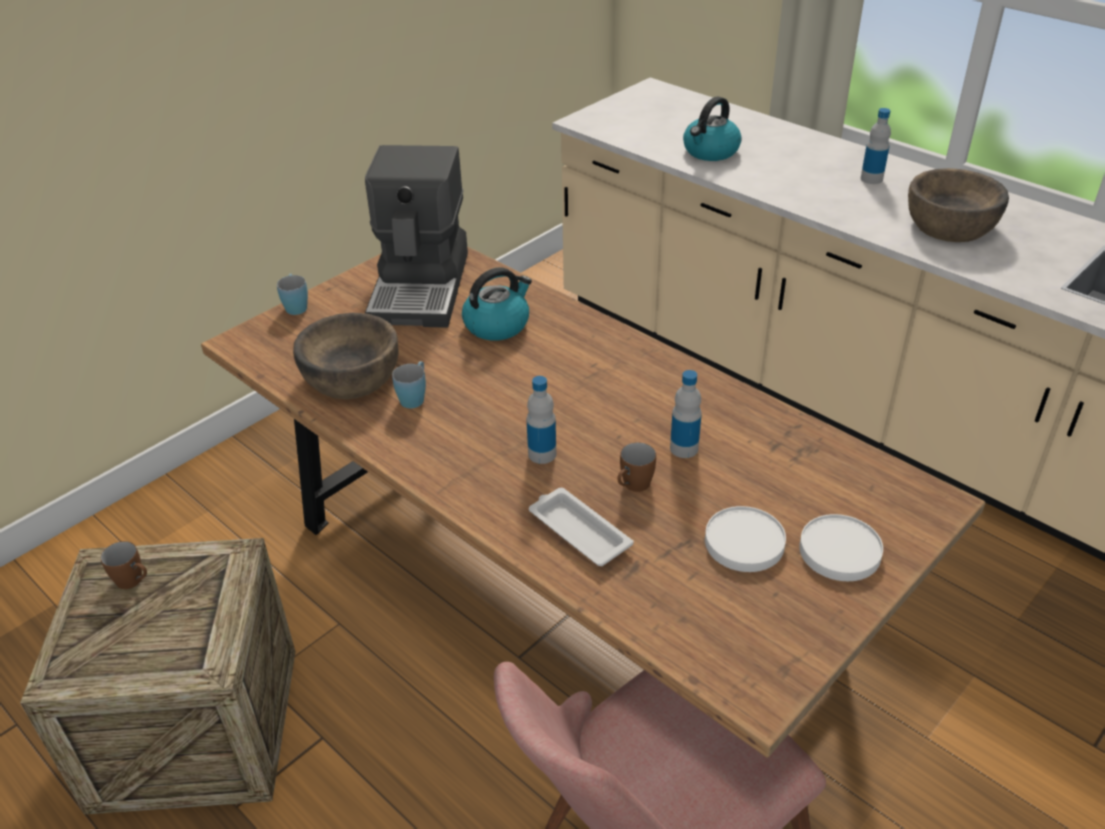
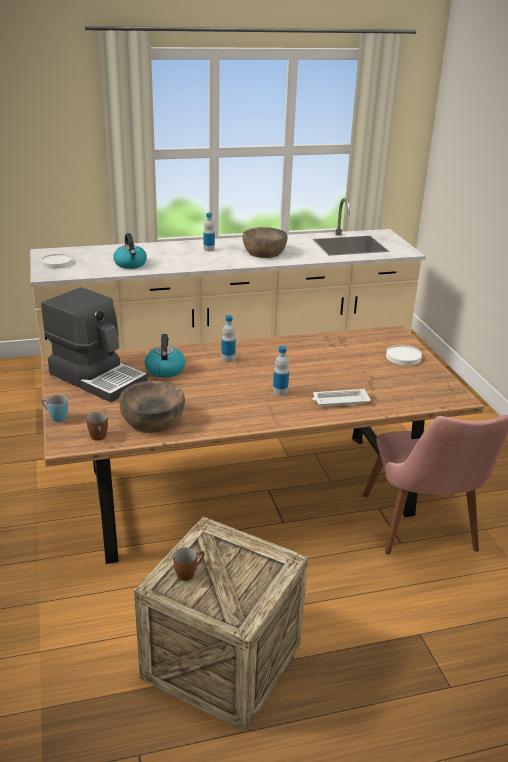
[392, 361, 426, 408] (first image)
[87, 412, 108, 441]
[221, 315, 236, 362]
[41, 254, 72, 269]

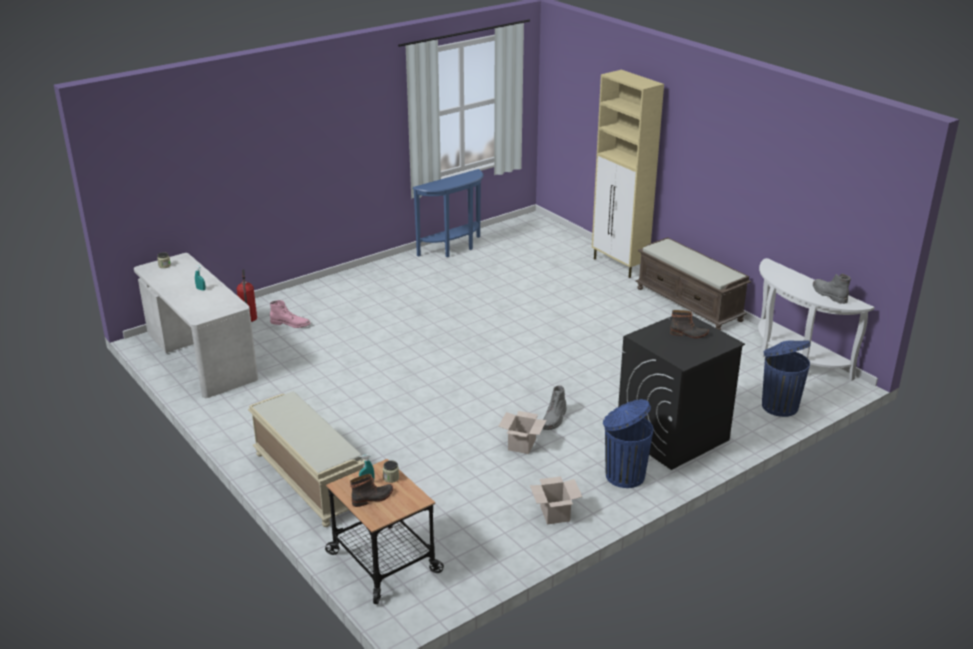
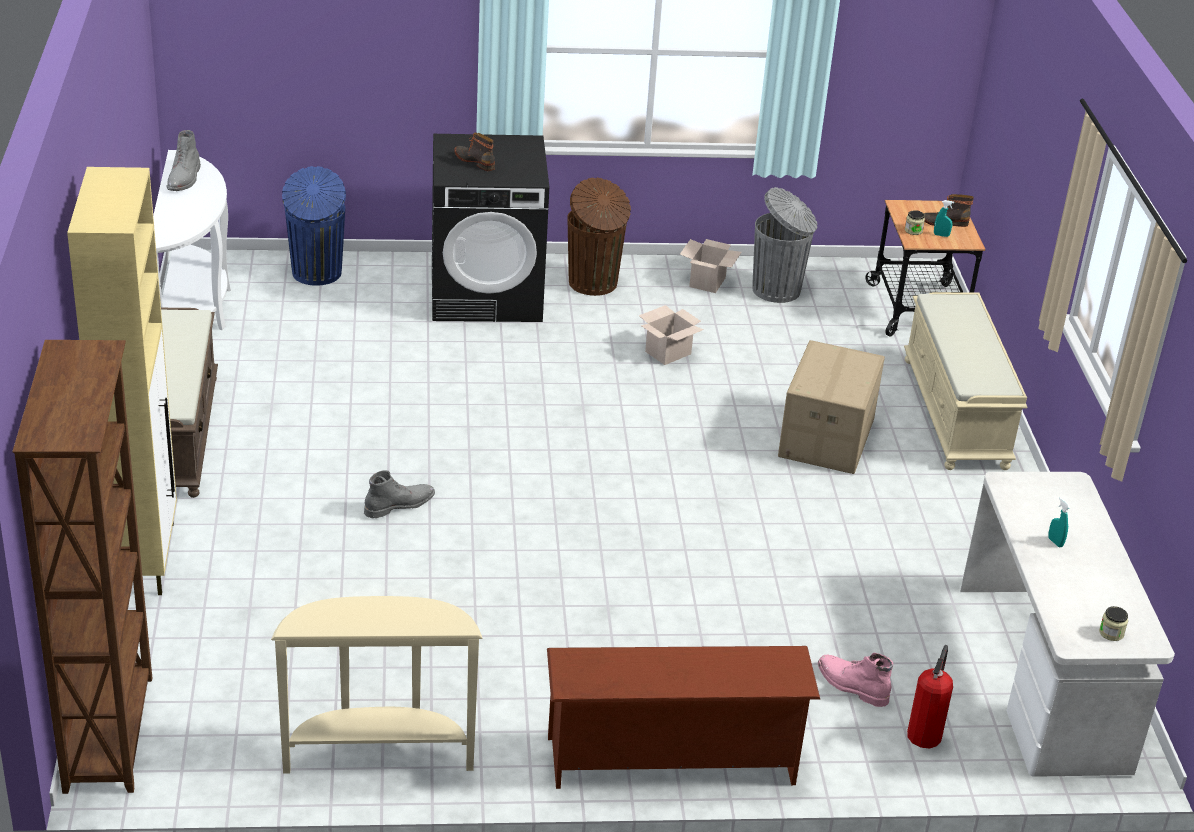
[12, 340, 152, 794]
[547, 646, 820, 789]
[752, 187, 818, 303]
[778, 340, 885, 474]
[364, 470, 435, 519]
[271, 596, 482, 773]
[567, 178, 631, 296]

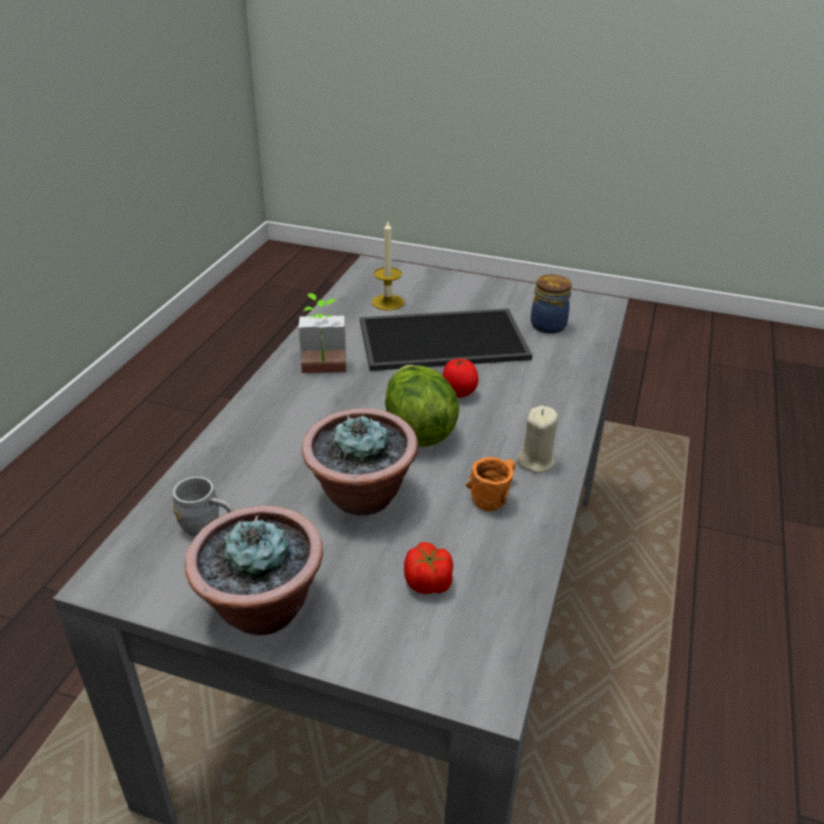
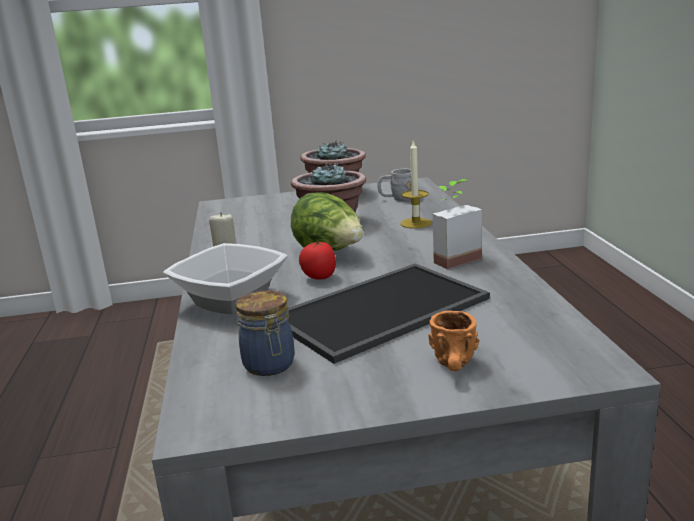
[404, 542, 453, 594] (first image)
[163, 243, 288, 314]
[400, 141, 432, 228]
[429, 310, 479, 371]

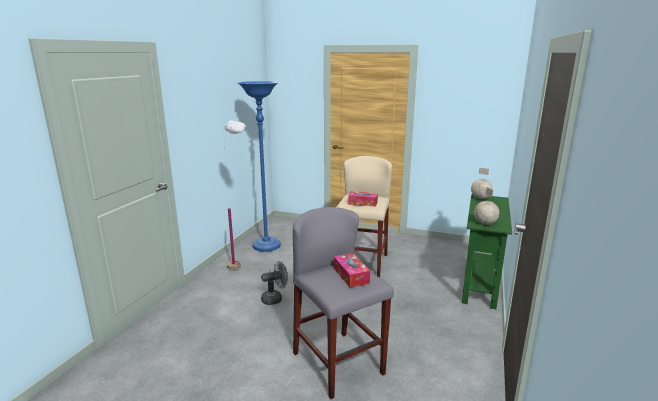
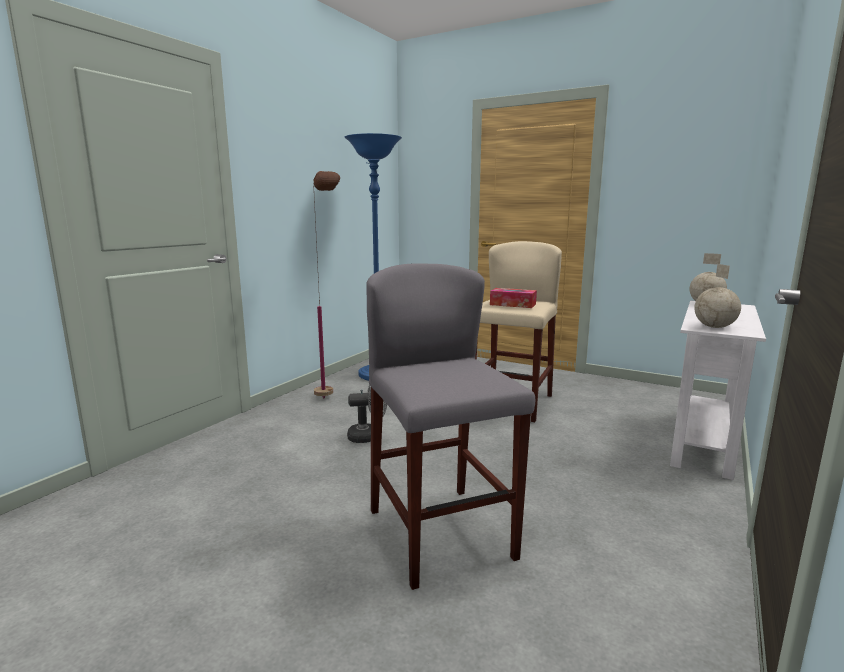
[334, 253, 370, 288] (first image)
[313, 171, 340, 398]
[670, 300, 766, 480]

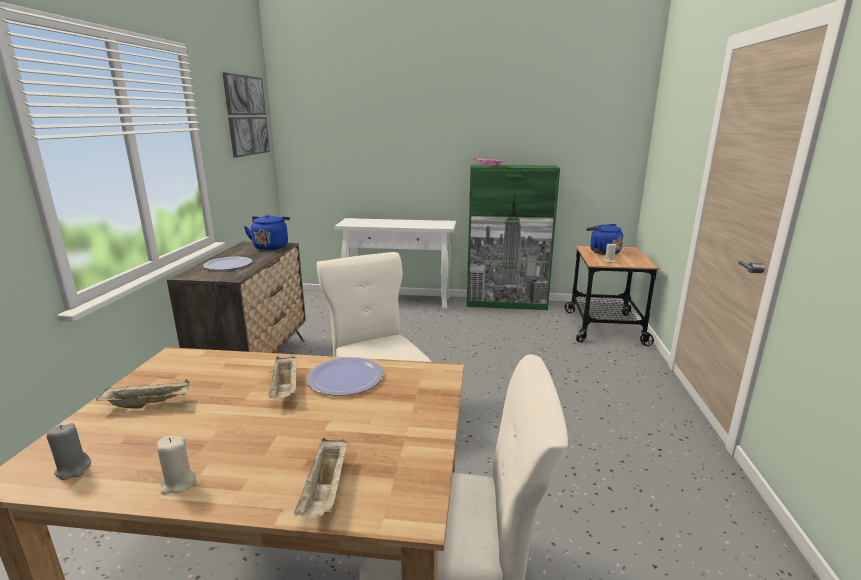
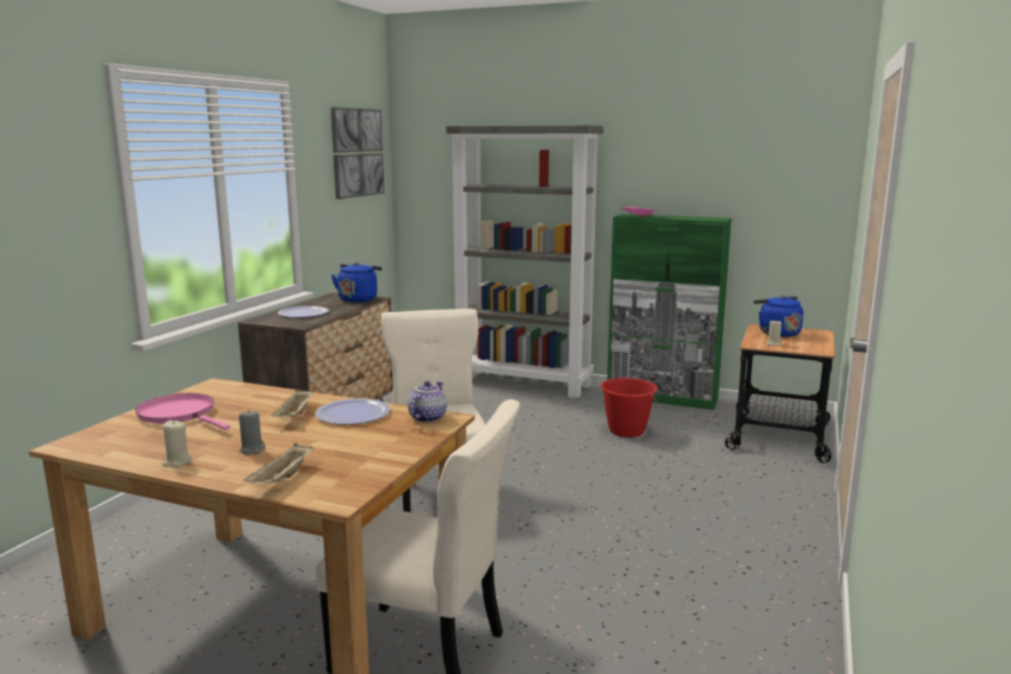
[408, 381, 447, 422]
[601, 378, 657, 437]
[239, 410, 265, 455]
[135, 393, 230, 430]
[446, 125, 603, 398]

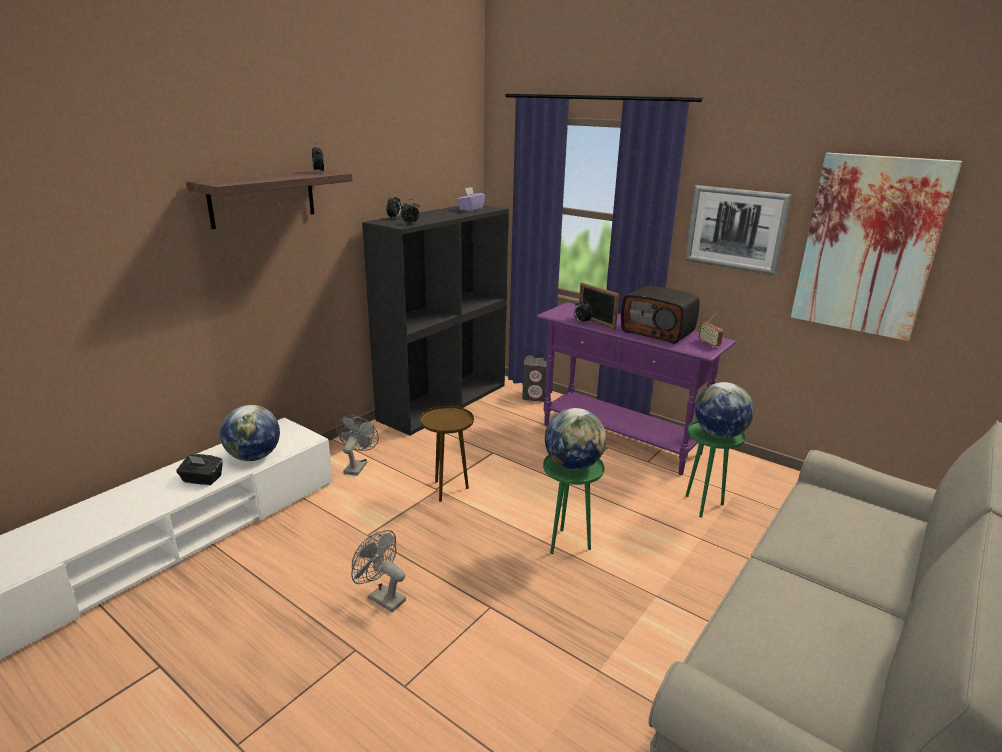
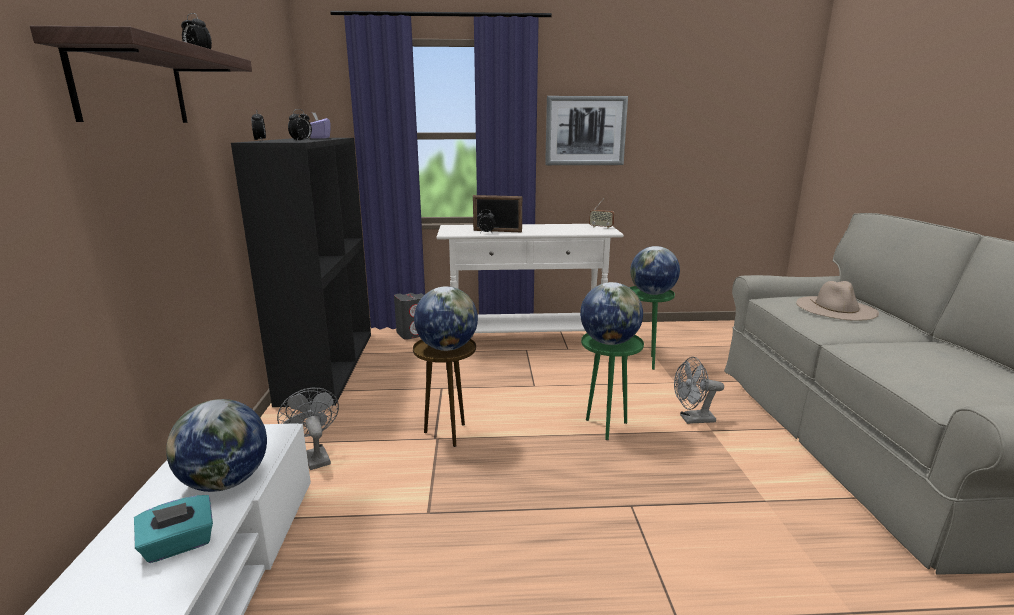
[621, 286, 700, 344] (first image)
[791, 153, 962, 341] (first image)
[414, 286, 478, 351]
[796, 281, 879, 320]
[674, 357, 724, 424]
[134, 495, 213, 563]
[436, 224, 624, 333]

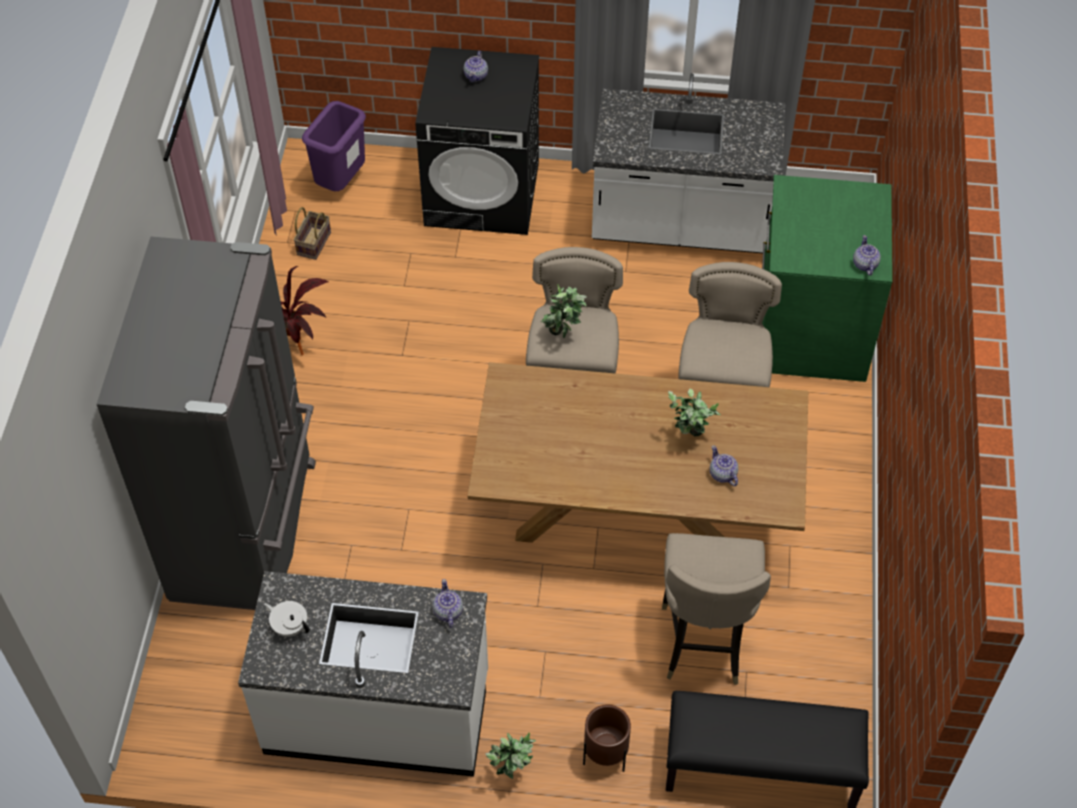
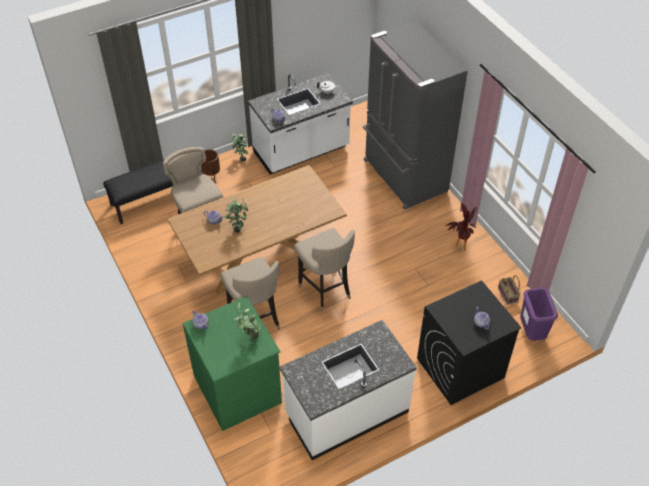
[233, 302, 262, 339]

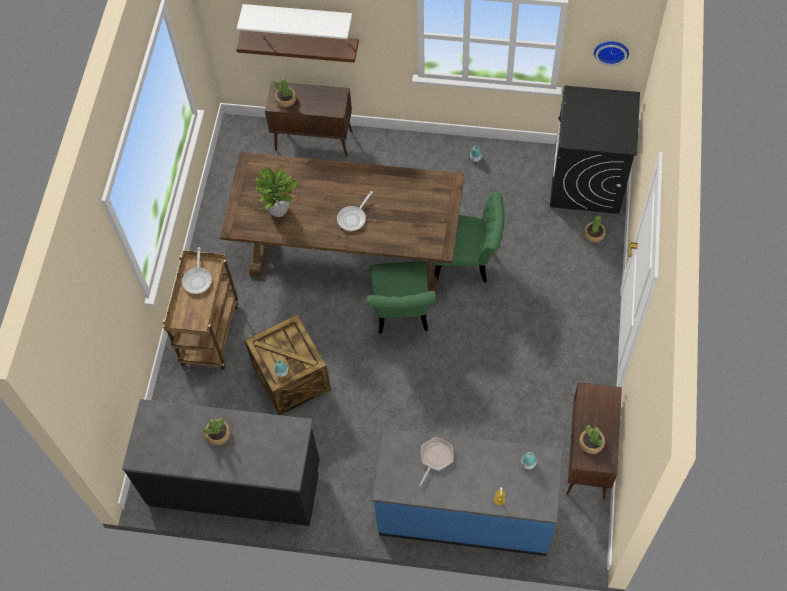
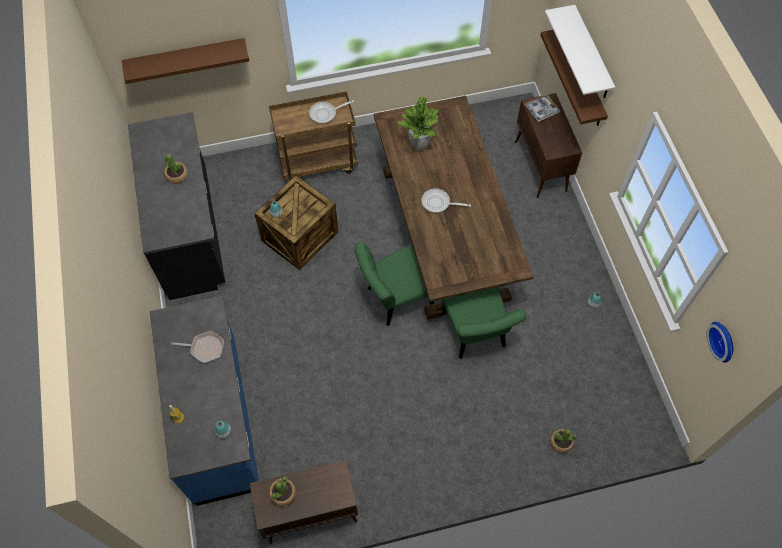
[550, 86, 640, 214] (first image)
[122, 38, 249, 84]
[524, 94, 560, 122]

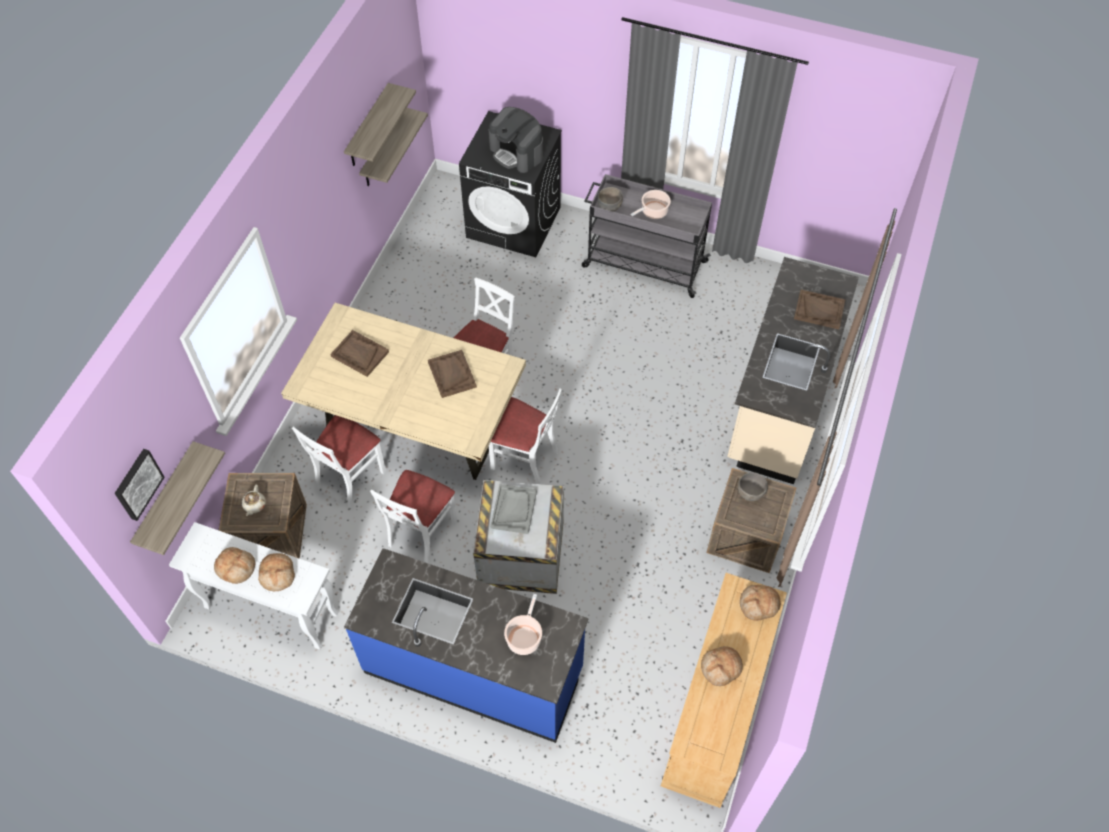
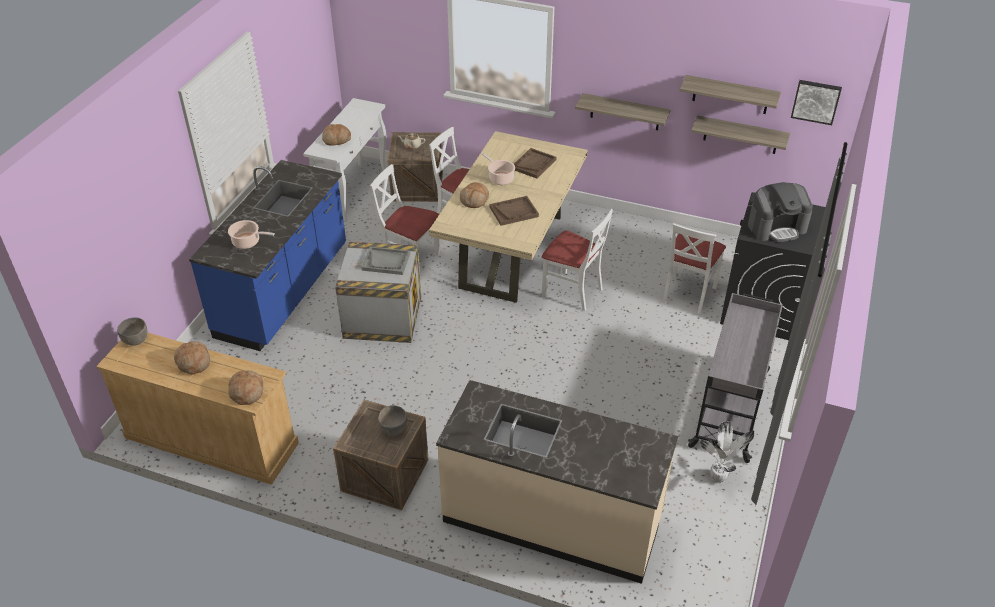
[794, 290, 845, 329] (first image)
[700, 421, 754, 483]
[791, 80, 842, 125]
[575, 93, 671, 130]
[460, 182, 489, 208]
[663, 223, 726, 314]
[117, 317, 147, 346]
[482, 153, 515, 185]
[748, 182, 813, 242]

